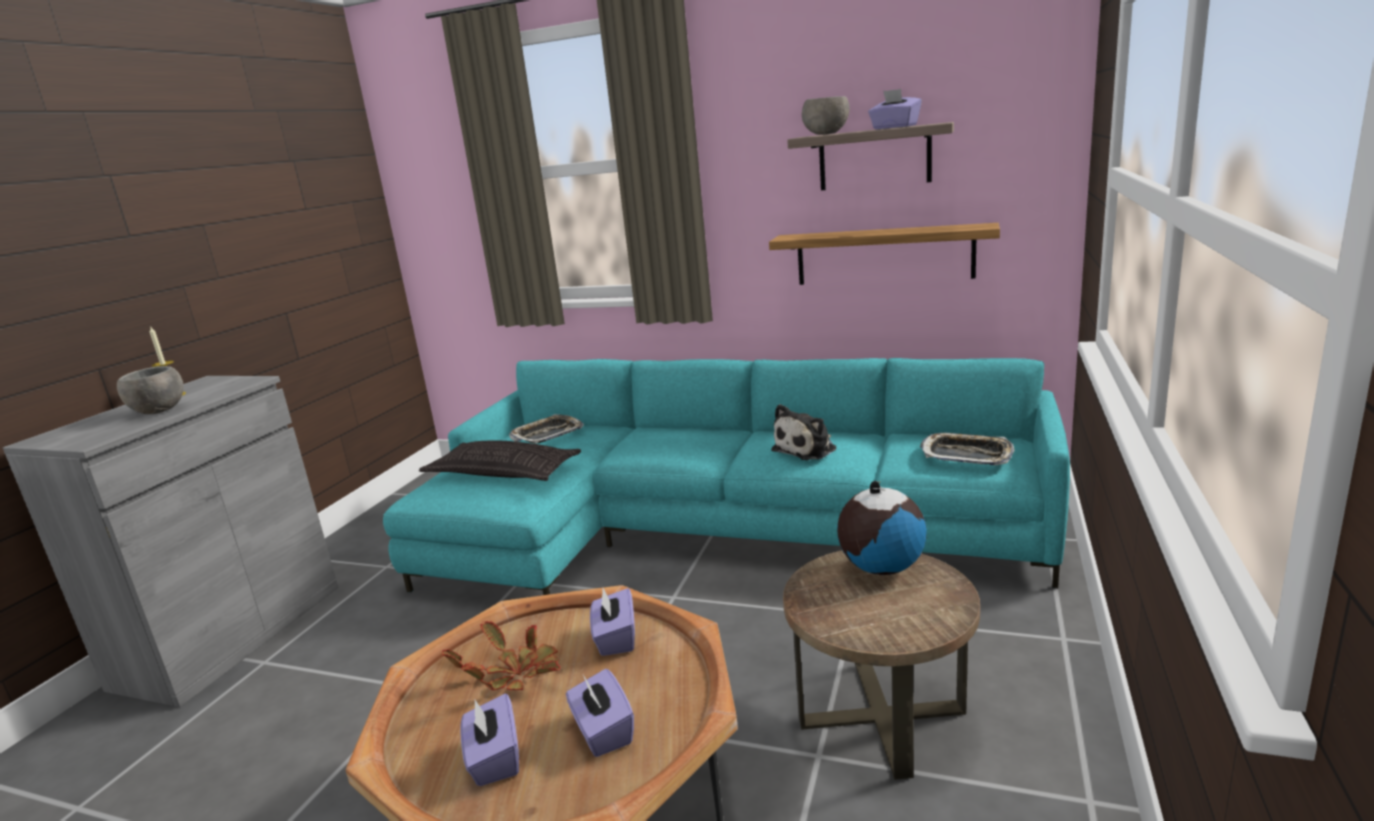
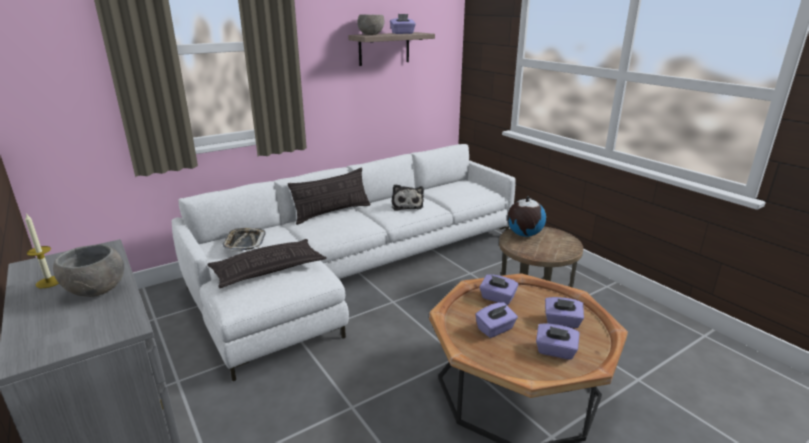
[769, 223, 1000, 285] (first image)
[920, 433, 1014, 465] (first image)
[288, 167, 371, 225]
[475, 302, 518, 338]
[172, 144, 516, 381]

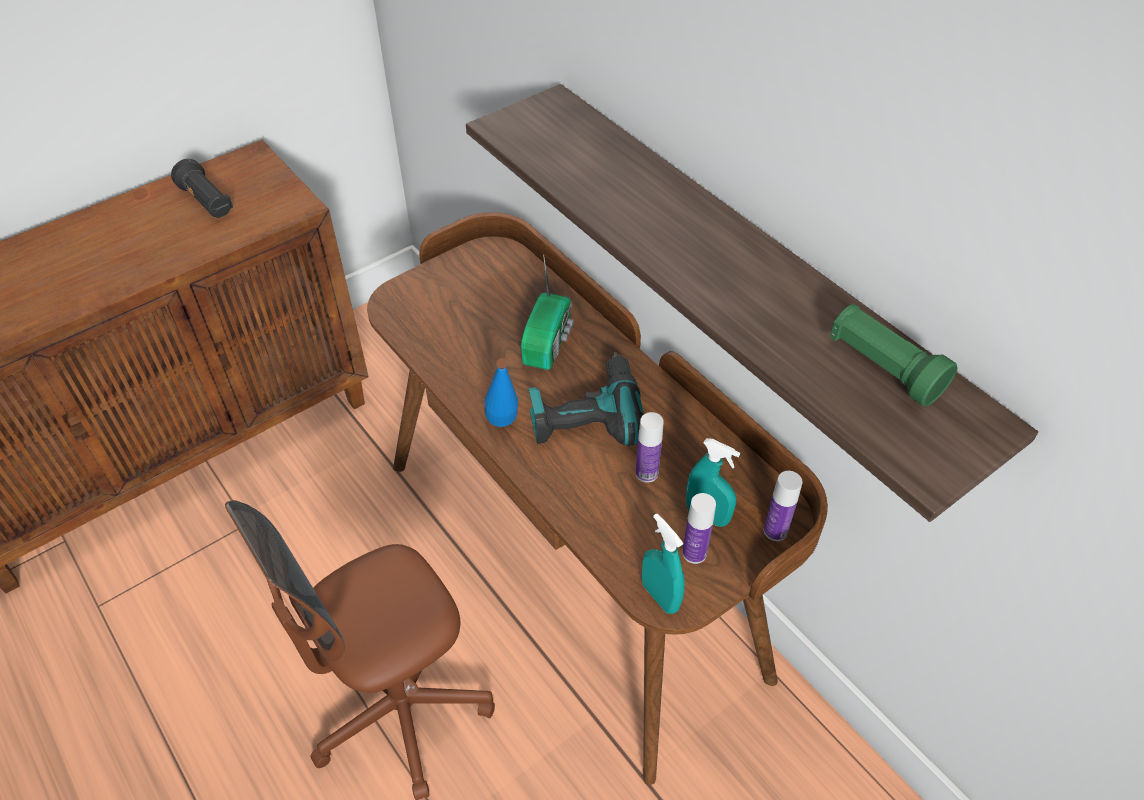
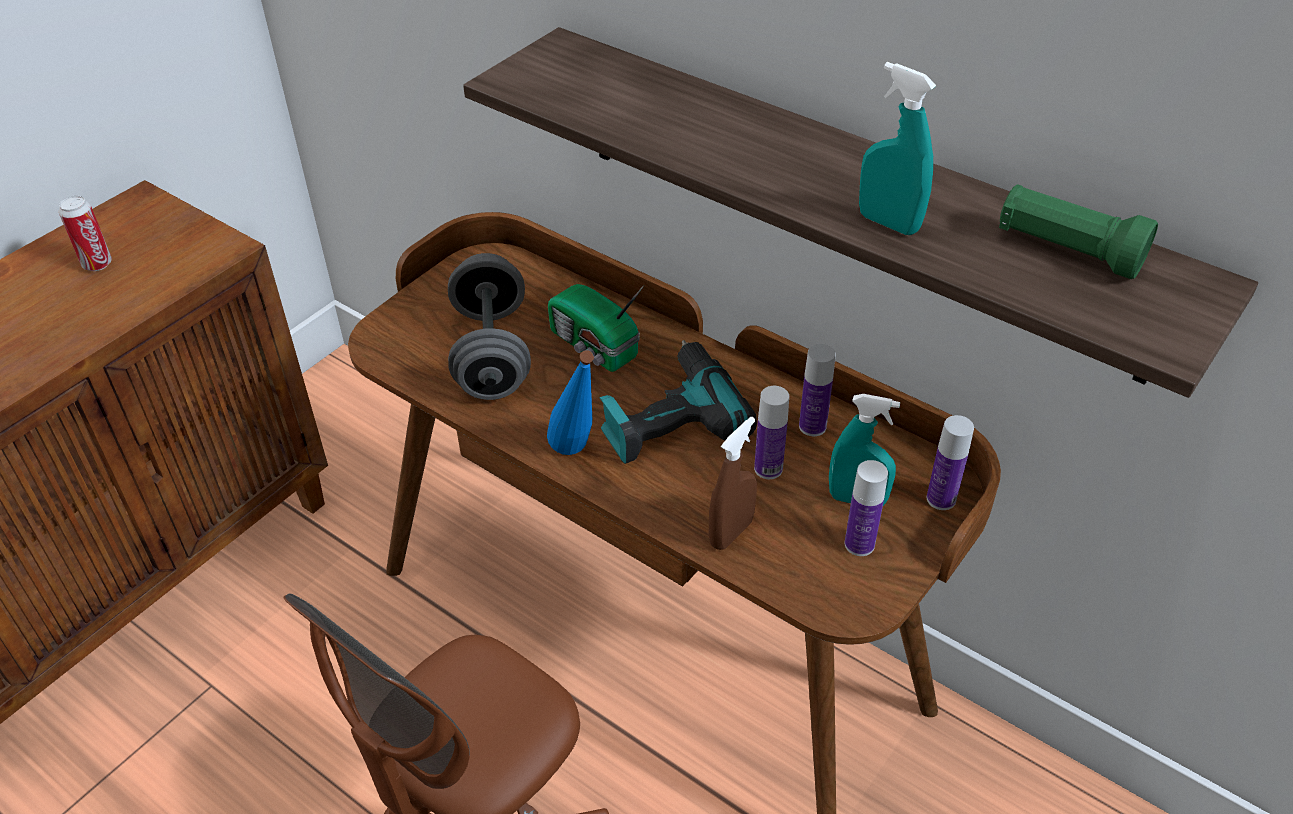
[448, 253, 531, 400]
[709, 417, 757, 550]
[799, 344, 836, 436]
[859, 62, 936, 235]
[59, 196, 112, 271]
[548, 284, 644, 372]

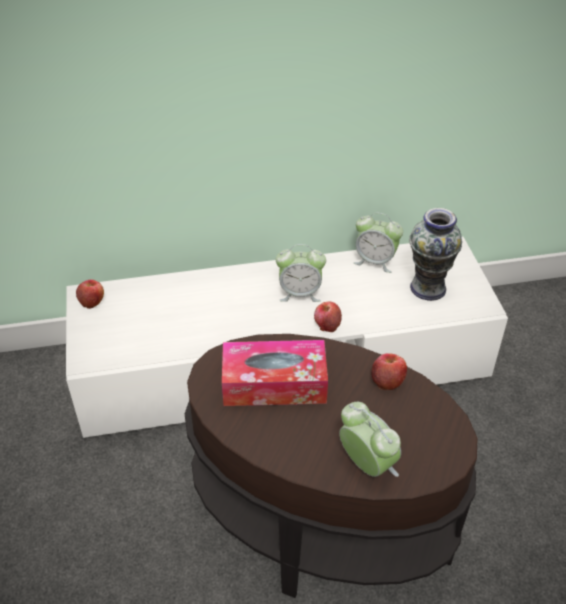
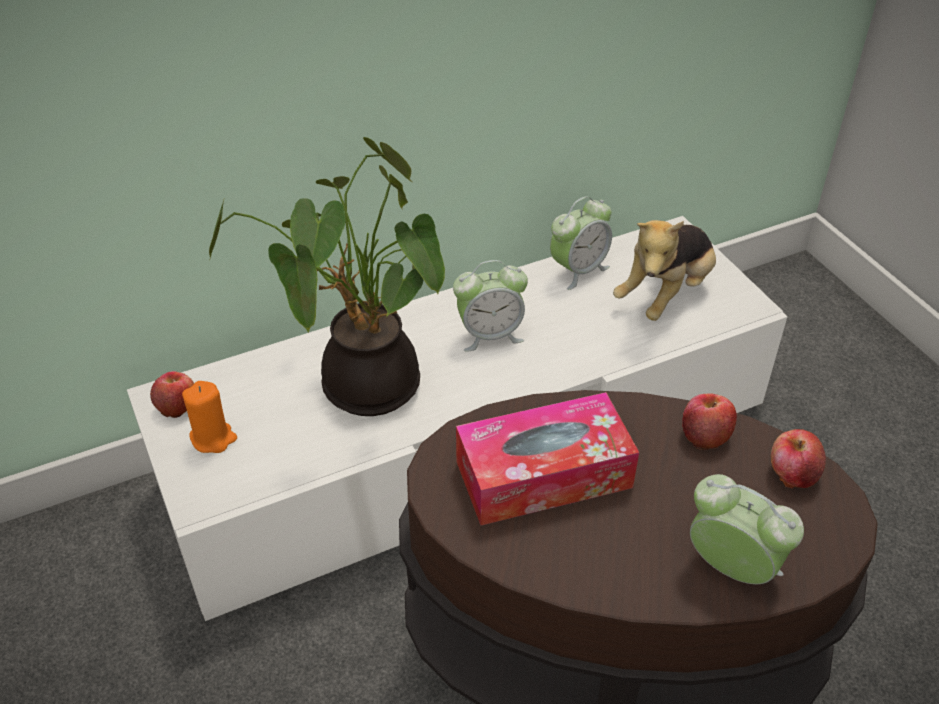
[182, 381, 237, 453]
[209, 137, 445, 416]
[771, 429, 826, 488]
[613, 220, 716, 321]
[550, 196, 612, 290]

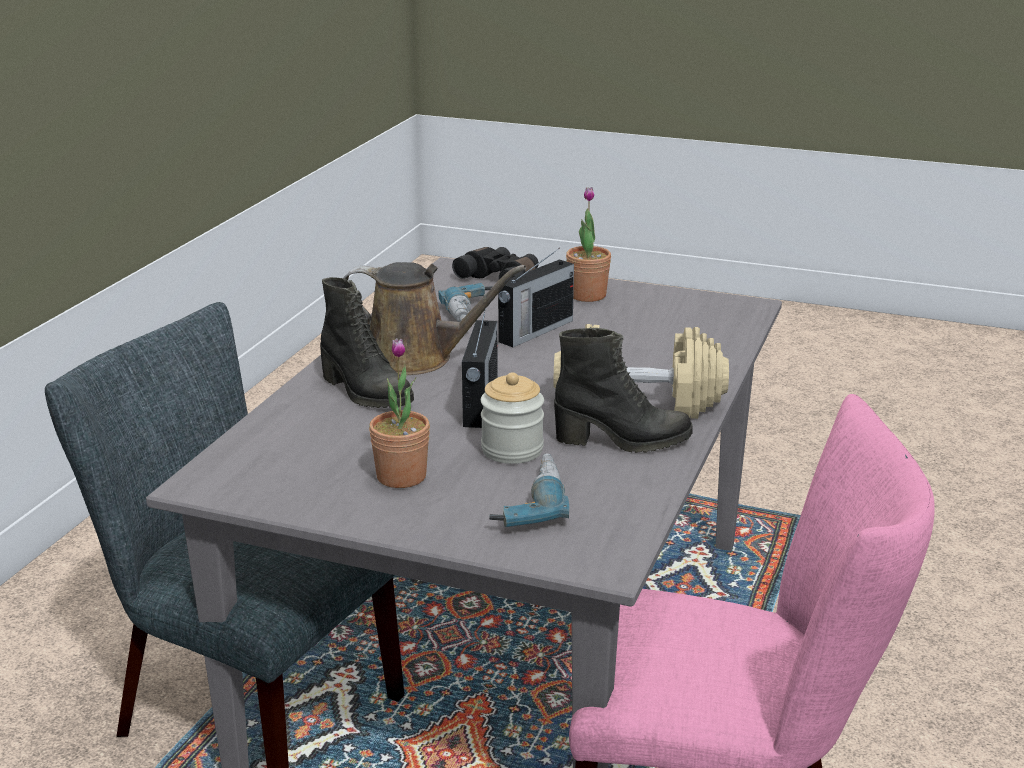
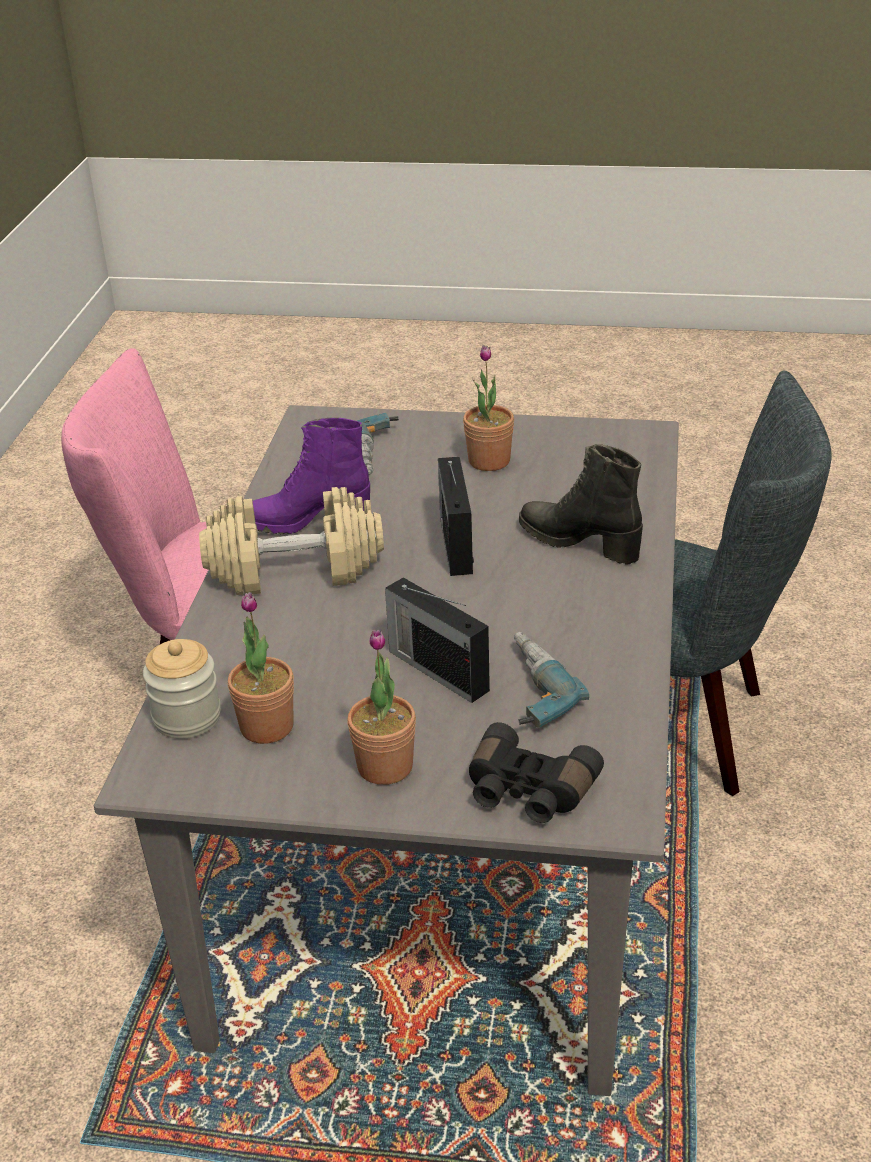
[343, 262, 526, 375] (first image)
[228, 592, 294, 744]
[143, 639, 221, 739]
[252, 418, 370, 534]
[385, 577, 490, 703]

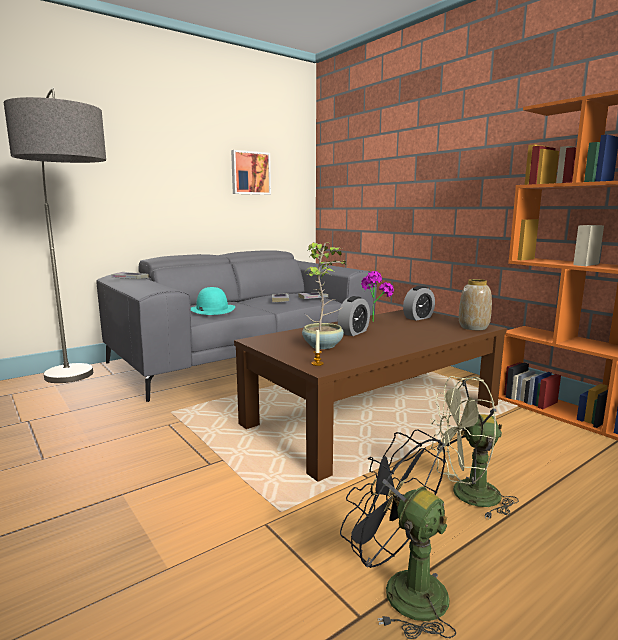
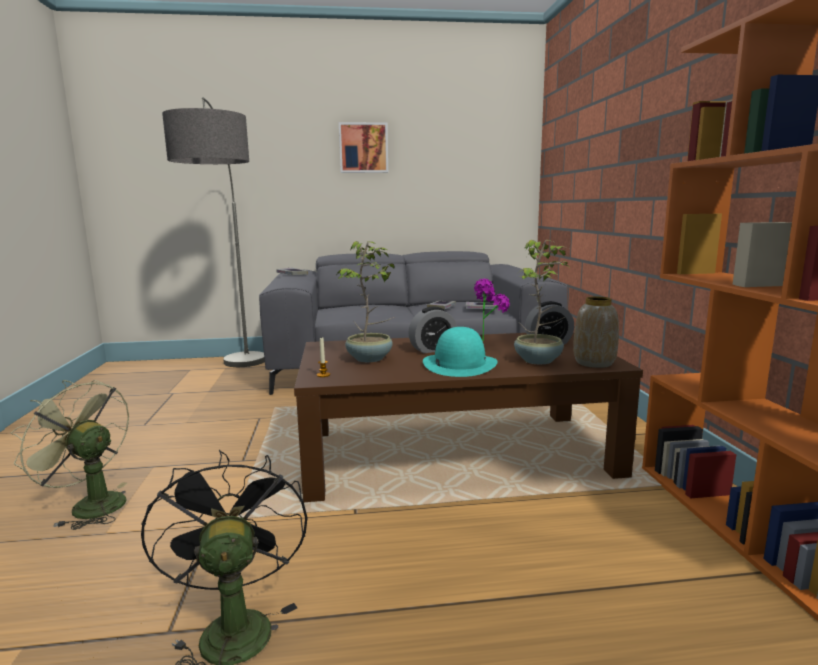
[514, 240, 570, 364]
[423, 327, 498, 377]
[339, 122, 388, 173]
[10, 380, 129, 530]

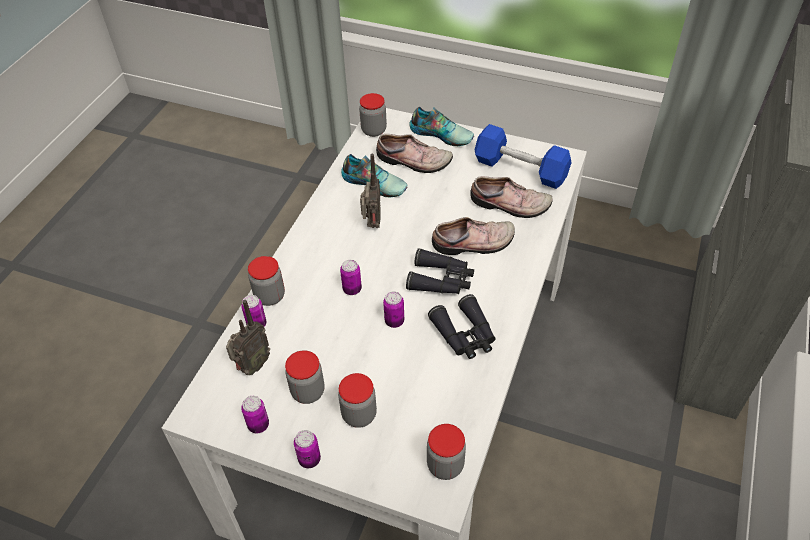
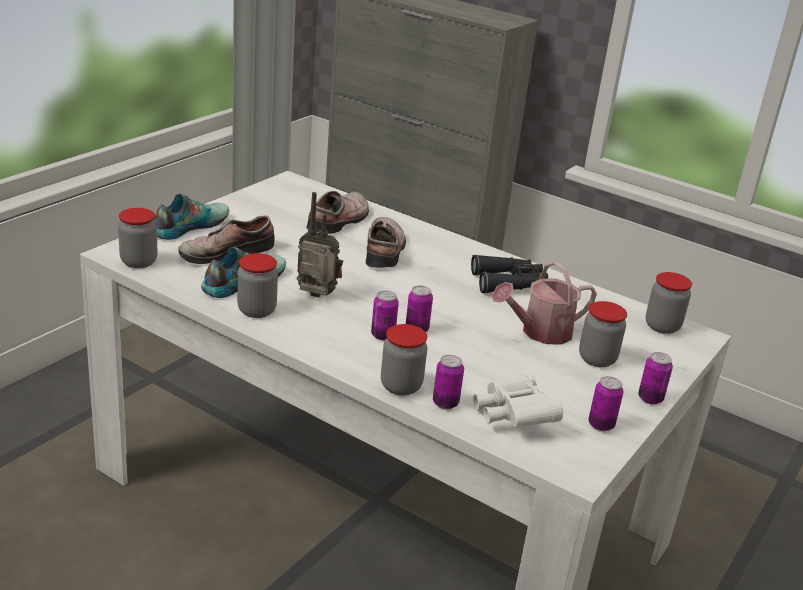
[406, 248, 474, 294] (first image)
[475, 124, 572, 189] (first image)
[492, 261, 597, 345]
[237, 253, 278, 318]
[371, 291, 399, 340]
[473, 373, 563, 428]
[178, 215, 275, 264]

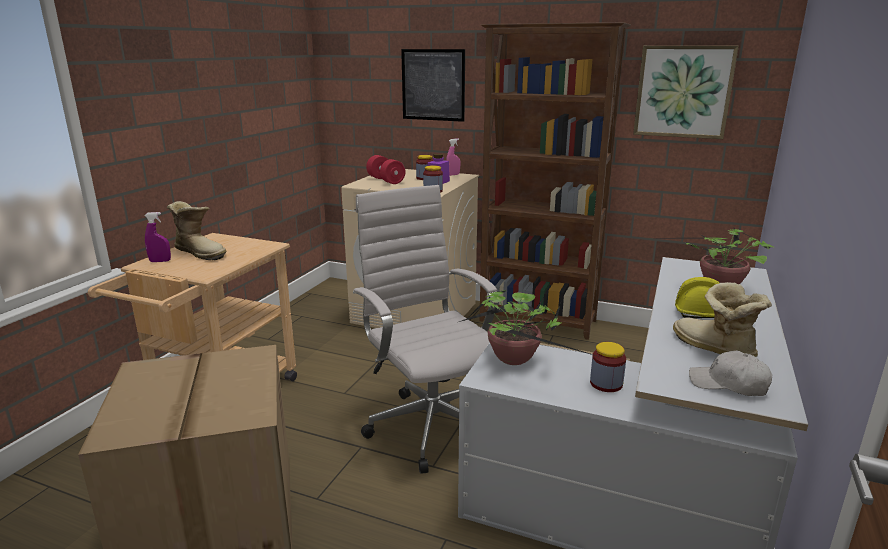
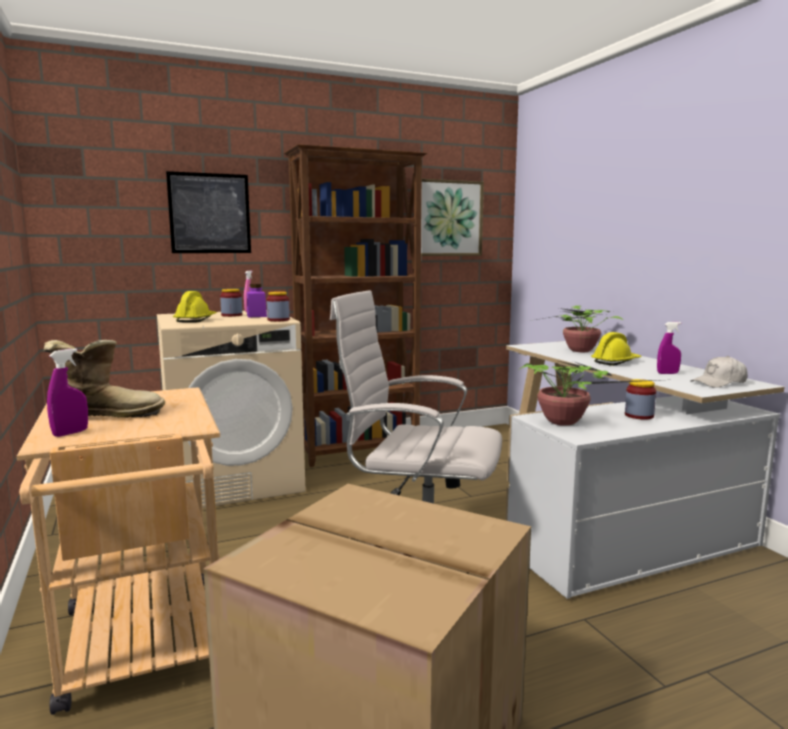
[173, 291, 217, 323]
[657, 322, 681, 374]

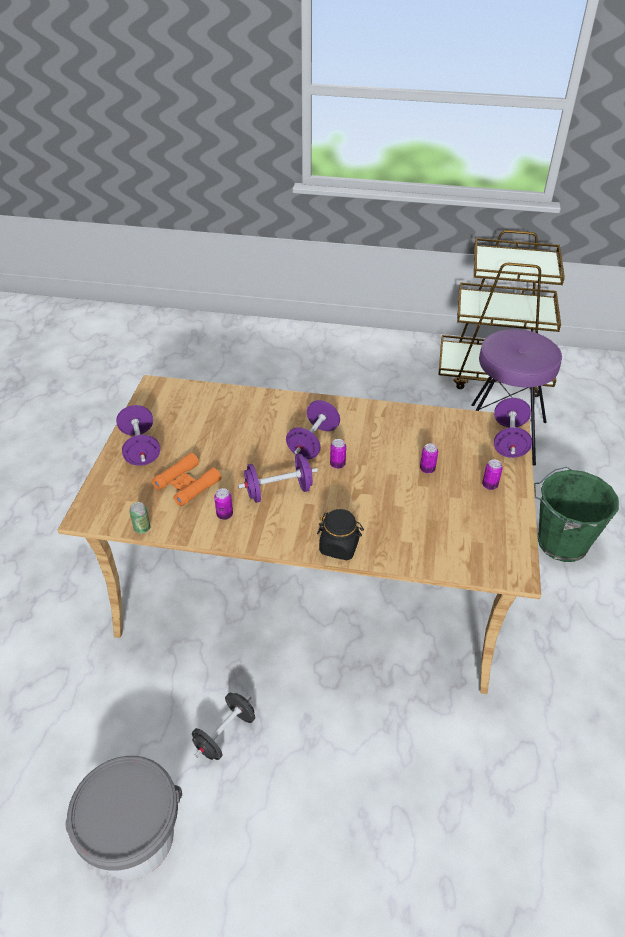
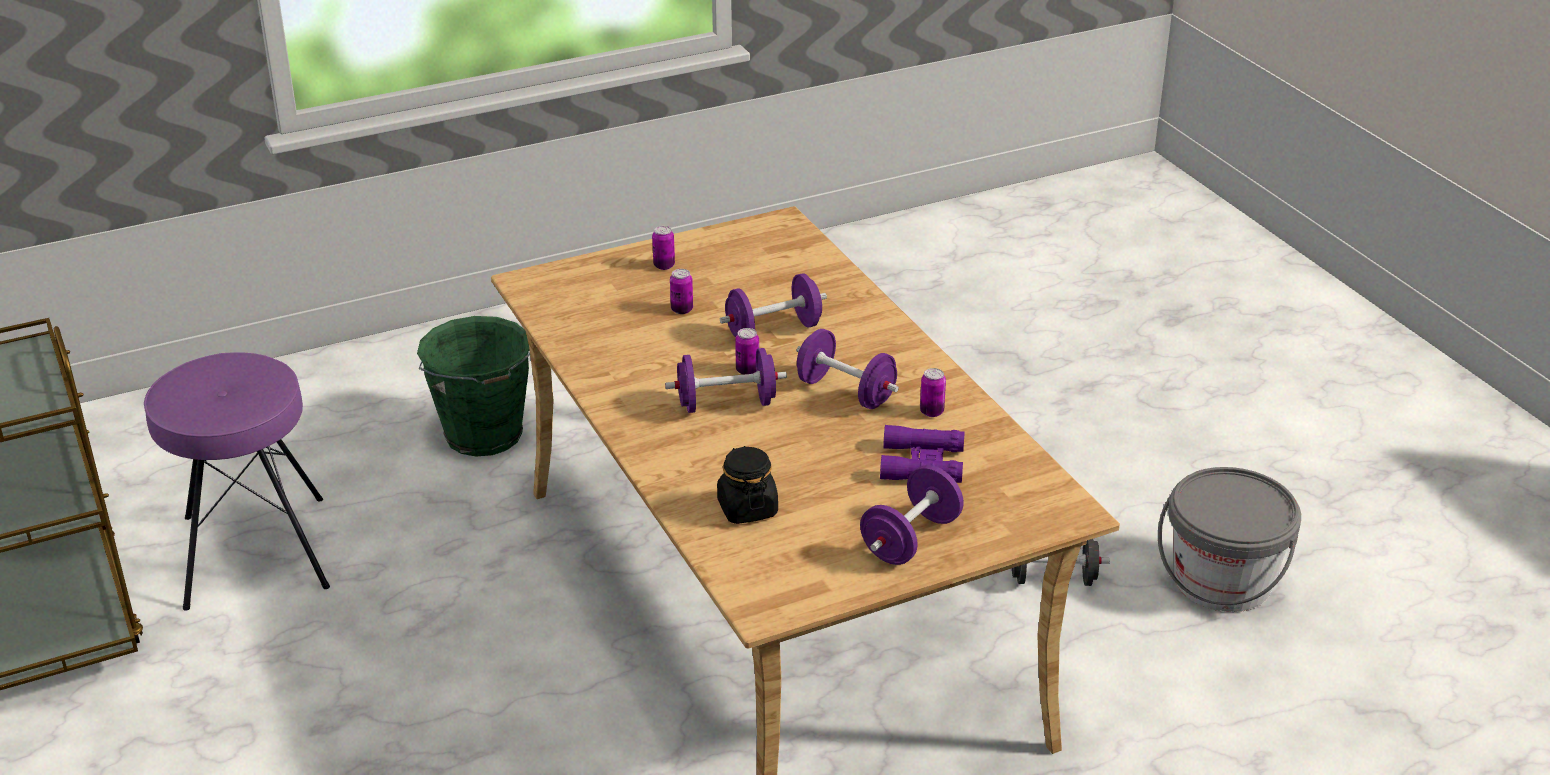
[130, 502, 151, 534] (first image)
[717, 446, 778, 524]
[720, 273, 827, 337]
[880, 425, 965, 483]

